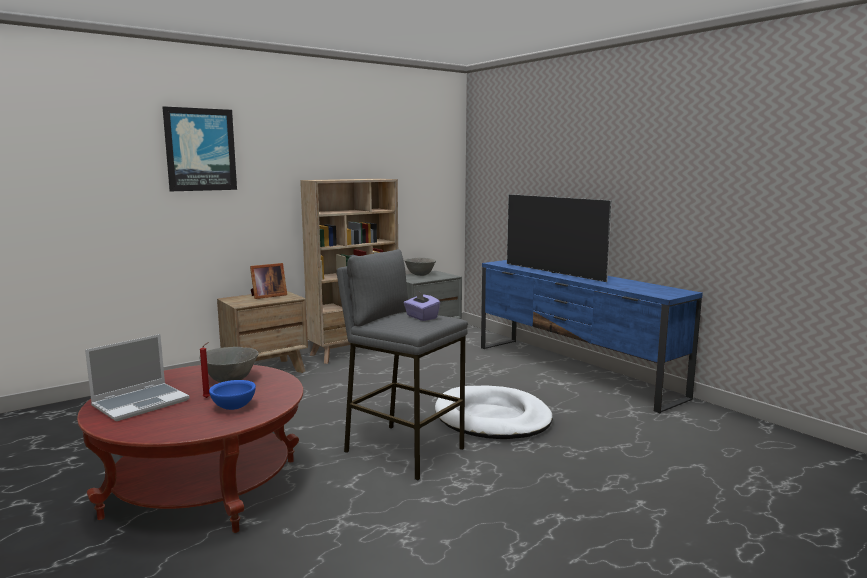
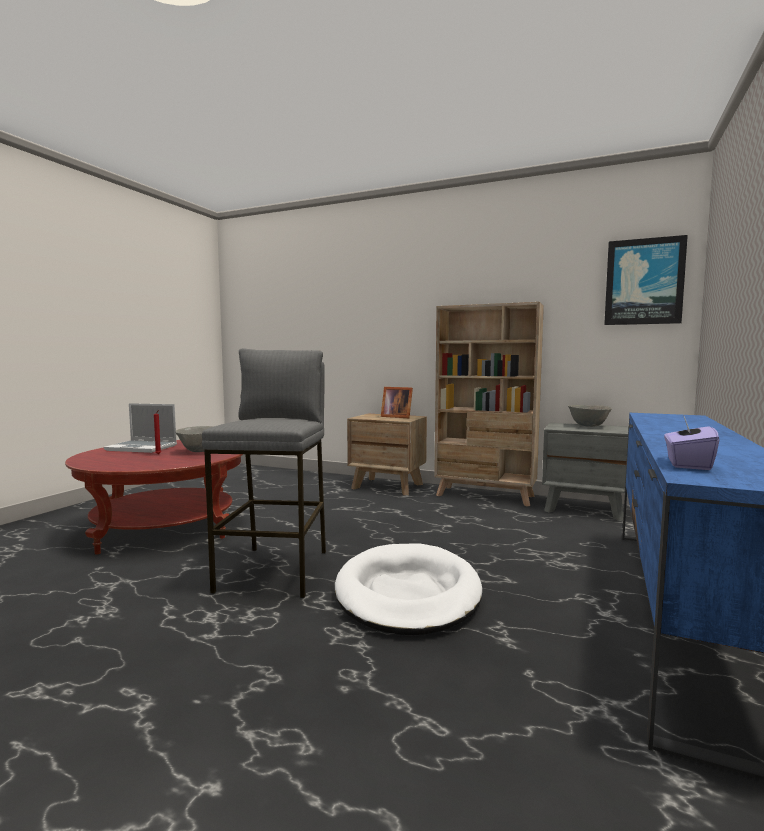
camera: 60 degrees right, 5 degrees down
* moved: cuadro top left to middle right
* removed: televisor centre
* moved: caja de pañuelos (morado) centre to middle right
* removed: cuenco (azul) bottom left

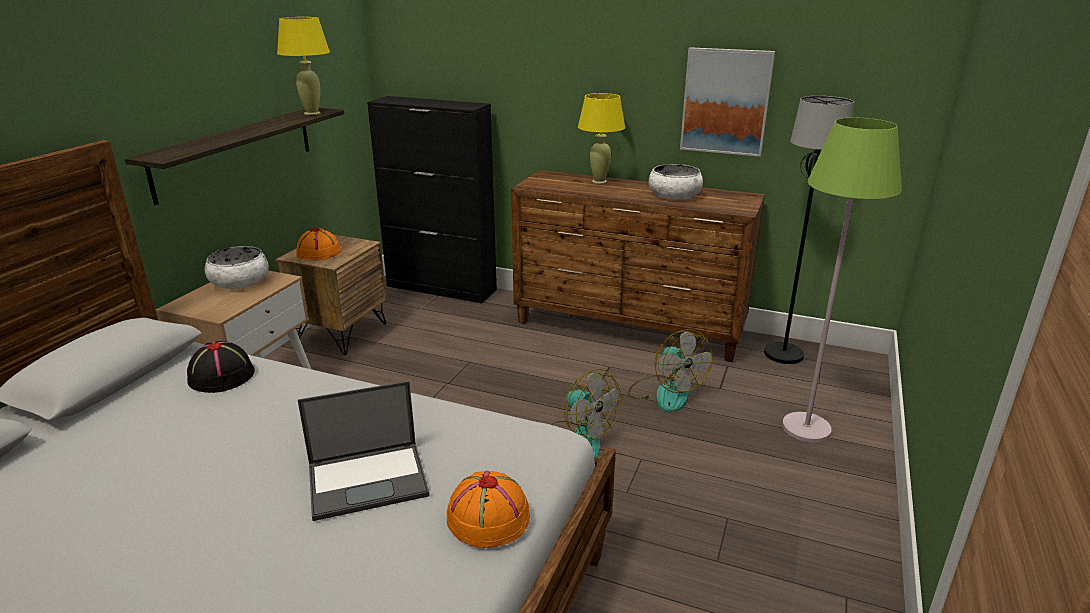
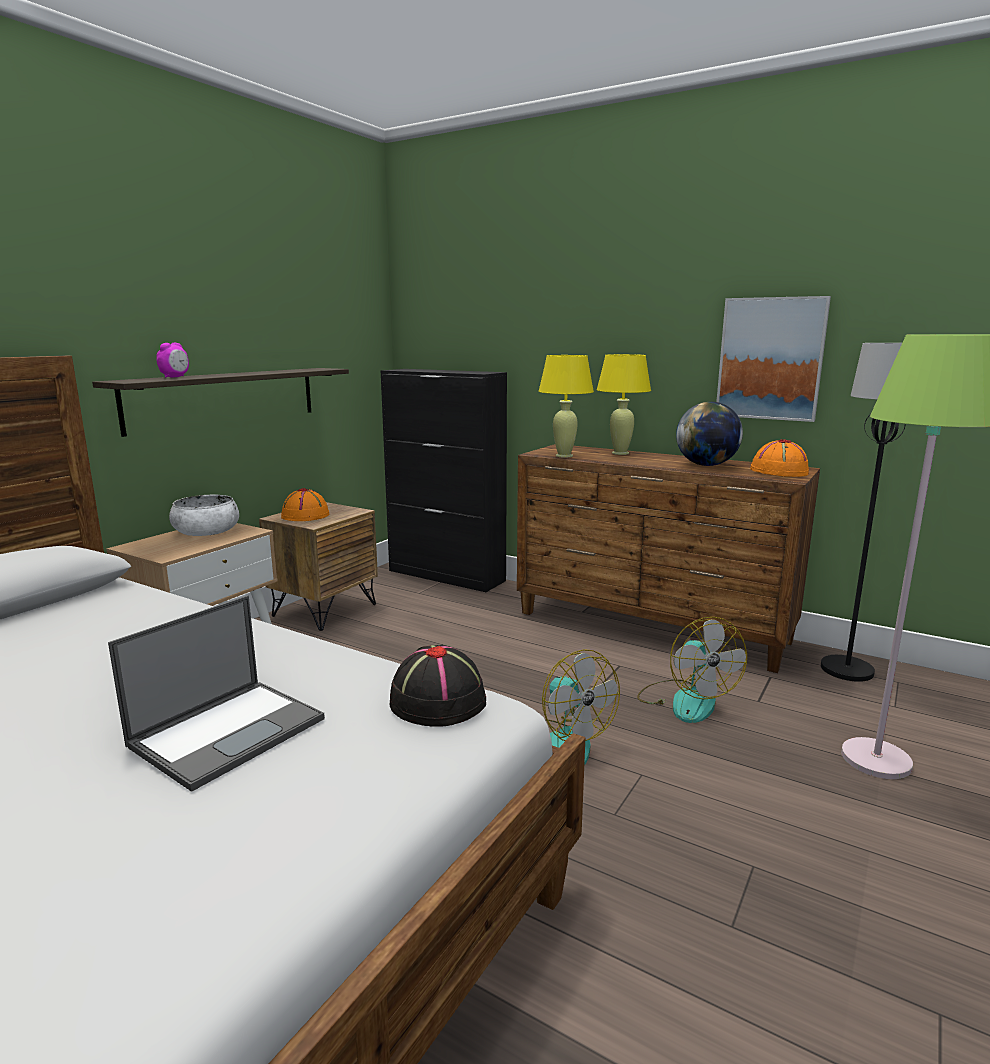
camera: 10 degrees right, 10 degrees down
* moved: lámpara de mesa (amarillo) (1st from left) top left to centre
* replaced: cuenco (blanco) (2nd from left) top centre to globo terráqueo middle right
* moved: sombrero (negro) middle left to centre
* turned: portátil bottom centre = middle left 45 degrees counterclockwise
* moved: sombrero (naranja) (2nd from left) bottom centre to middle right
* added: despertador middle left

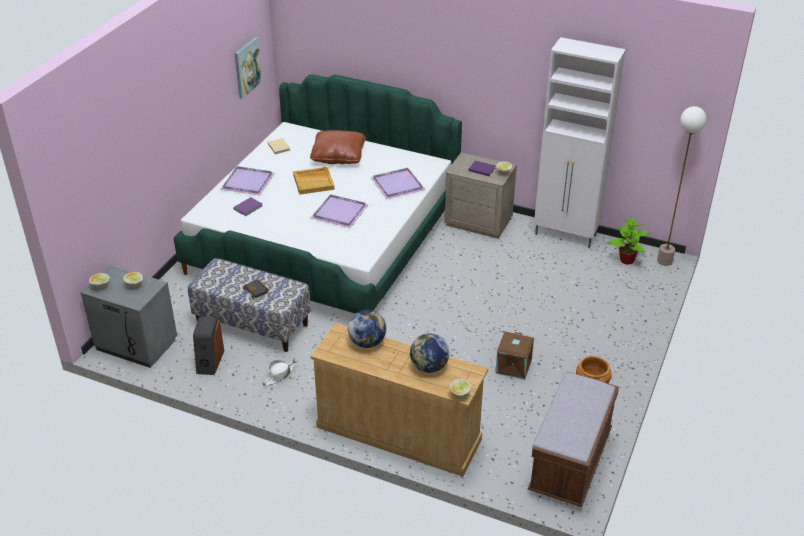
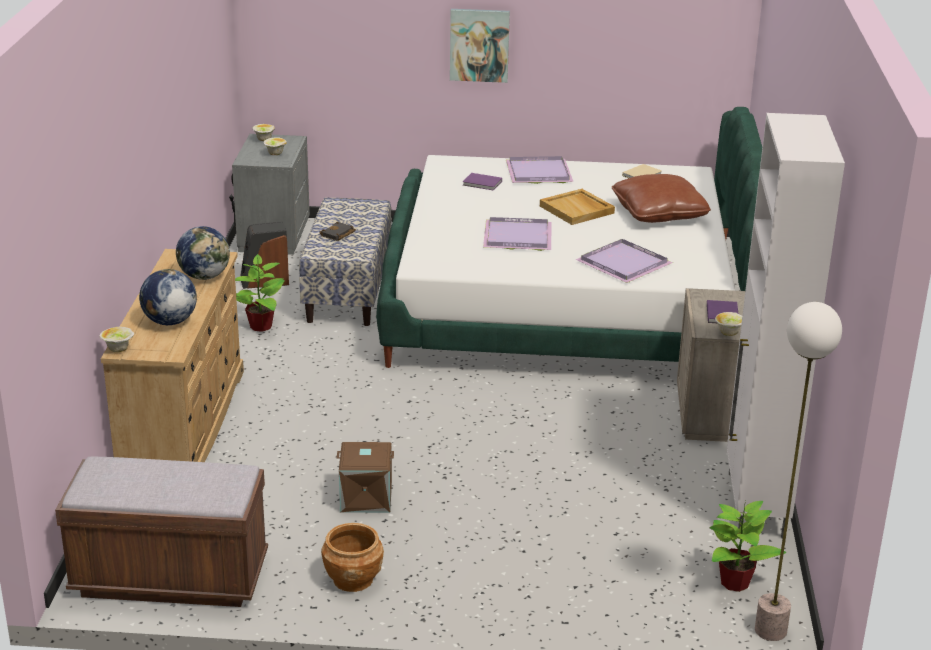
camera: 70 degrees right, 10 degrees down
* moved: cuadro top left to top centre
* replaced: sombrero (blanco) bottom centre to planta en maceta (1st from left) middle left

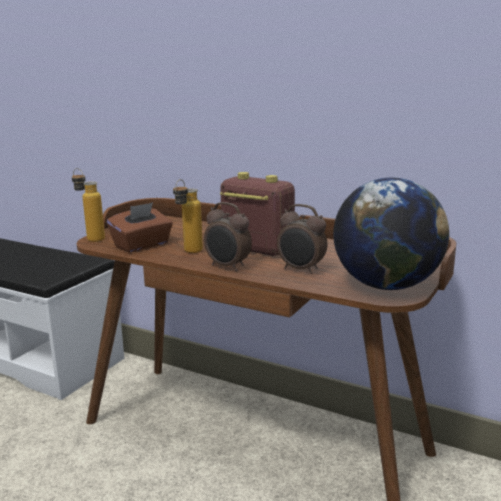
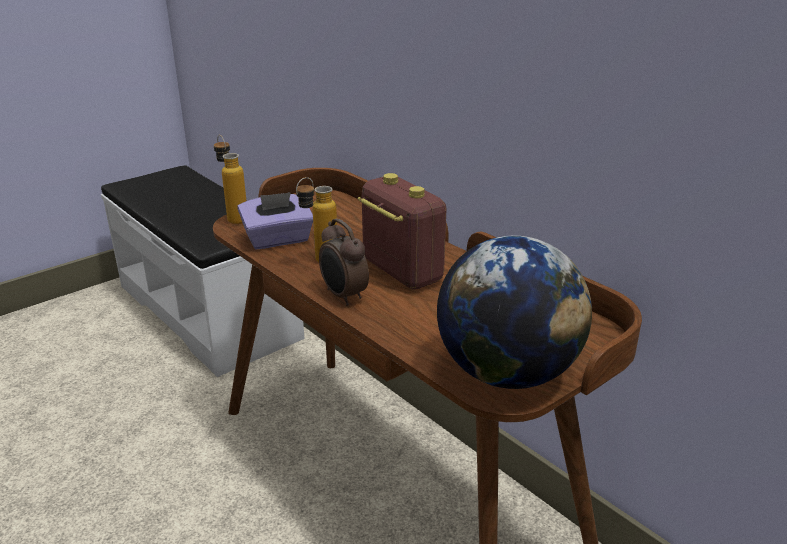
camera: 20 degrees right, 10 degrees up
* recoloured: caja de pañuelos (marrón) middle left to caja de pañuelos (morado) centre
* removed: despertador (2nd from left) centre

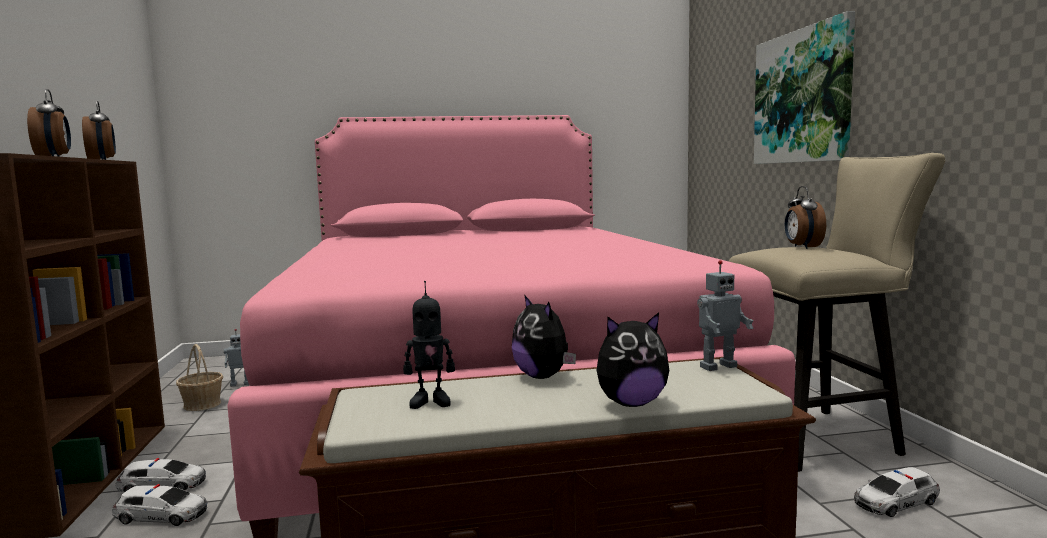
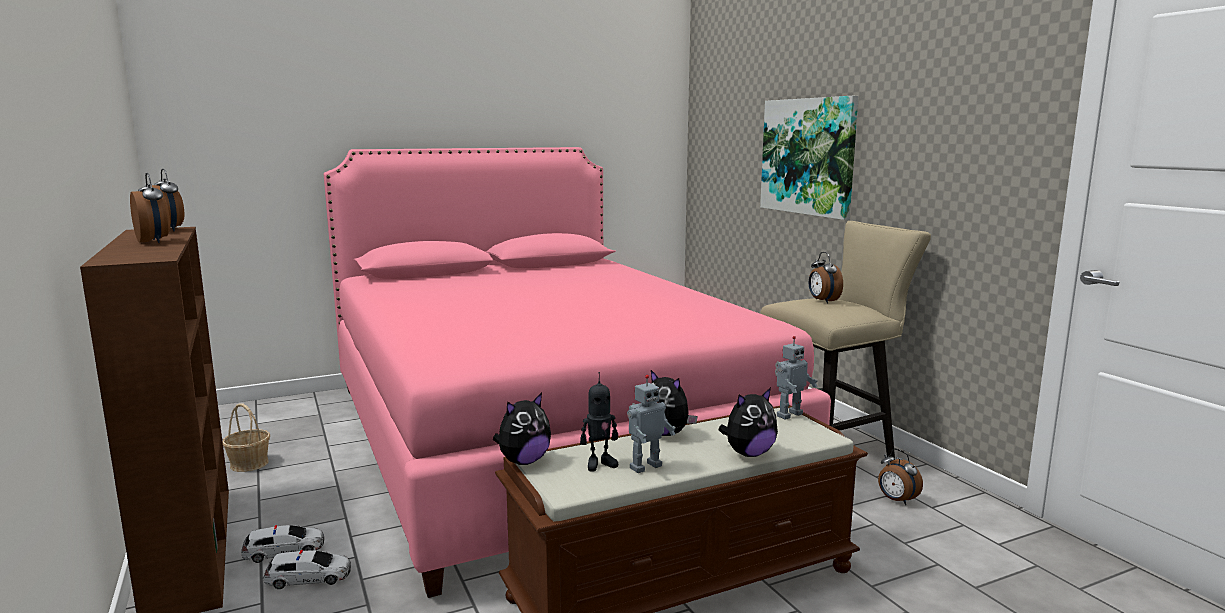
camera: 15 degrees left, 5 degrees up
* moved: robot de juguete (1st from left in the first image) middle left to robot de juguete (2nd from left) bottom centre
* replaced: coche de juguete (3rd from left) bottom right to despertador (4th from left) bottom right
* added: peluche (1st from left) bottom centre

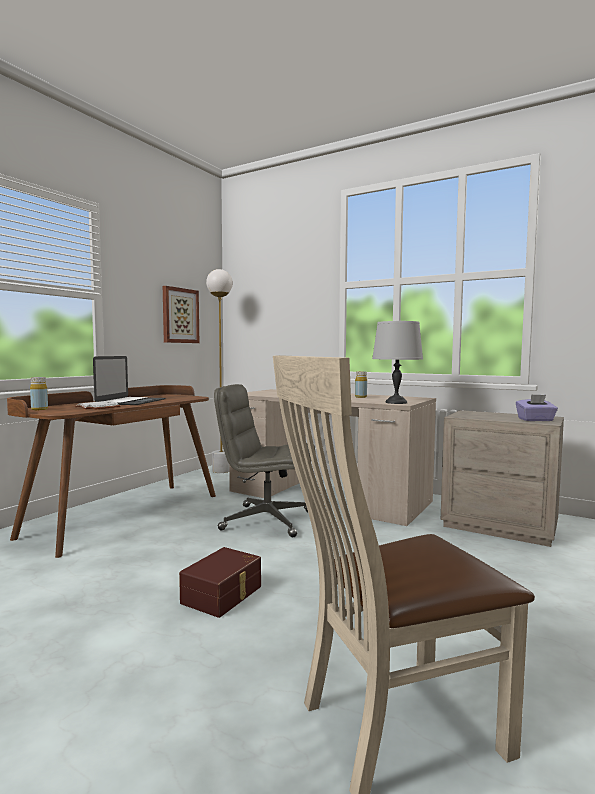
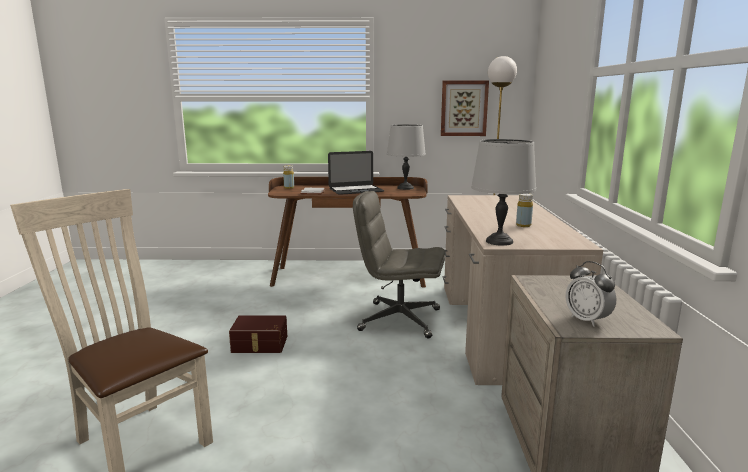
camera: 60 degrees right, 10 degrees up
* turned: silla de oficina (gris) centre = centre 60 degrees counterclockwise
* replaced: caja de pañuelos (morado) middle right to despertador middle right
* added: lámpara de mesa (gris) (1st from left) top centre

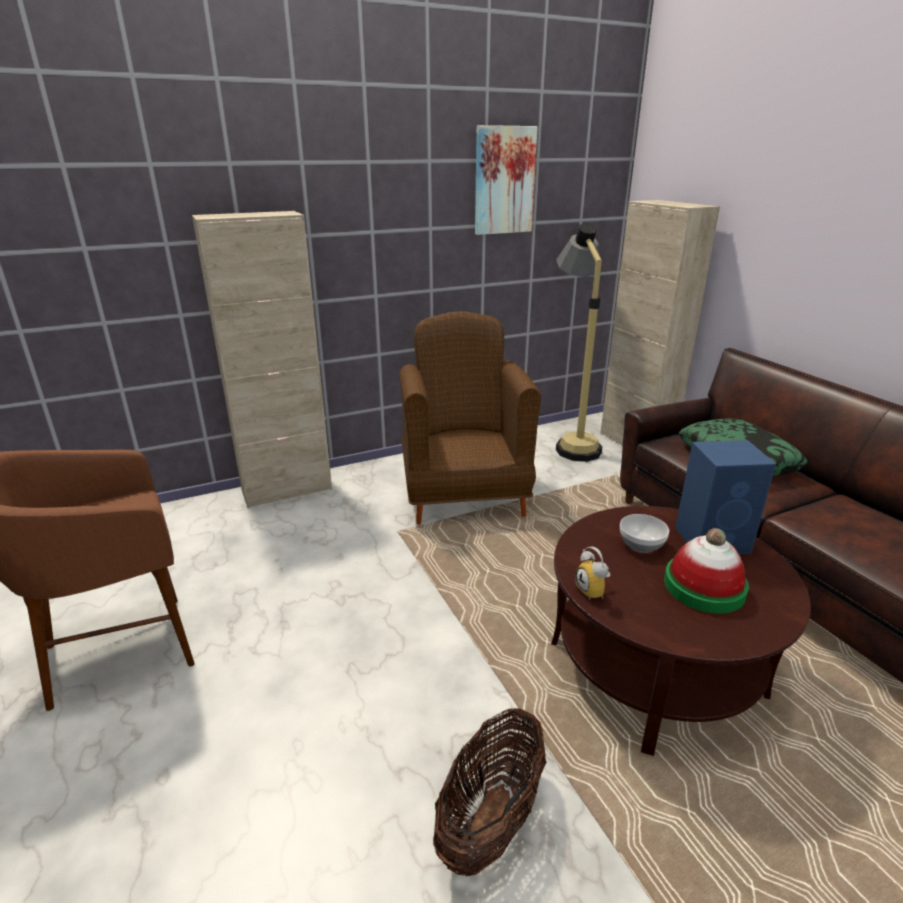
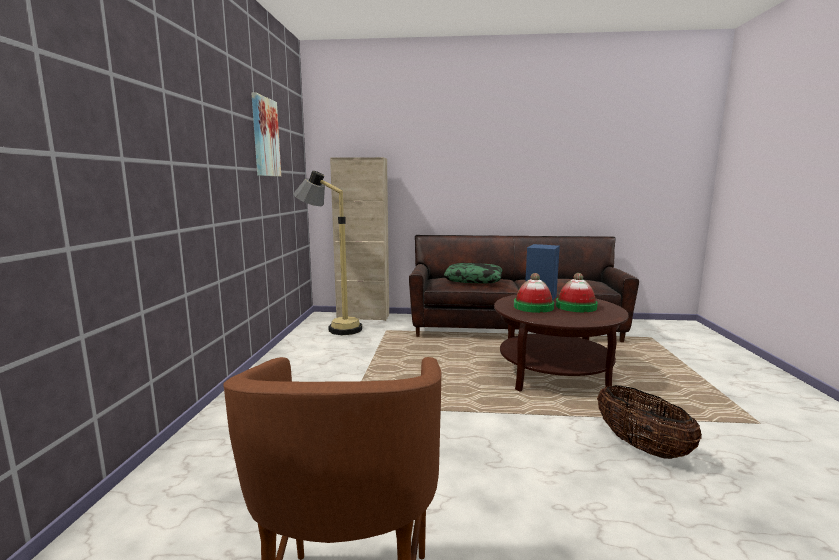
camera: 60 degrees left, 15 degrees down
* removed: armario (beis) (1st from left) middle left
* removed: sillón (marrón) centre
* replaced: cuenco middle right to sombrero (1st from left) centre
* removed: despertador centre

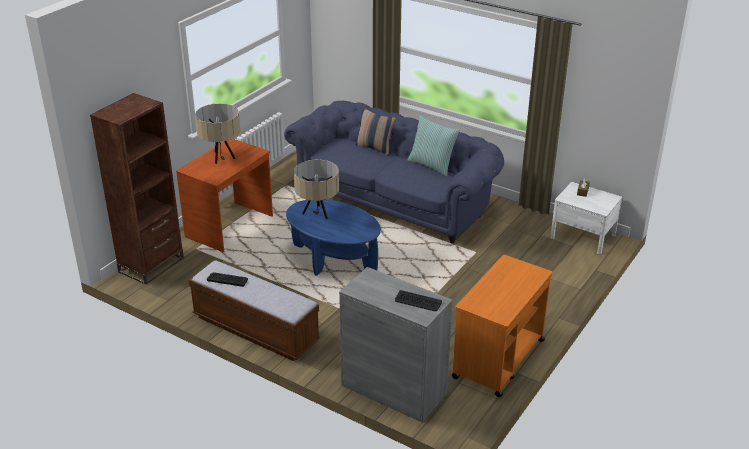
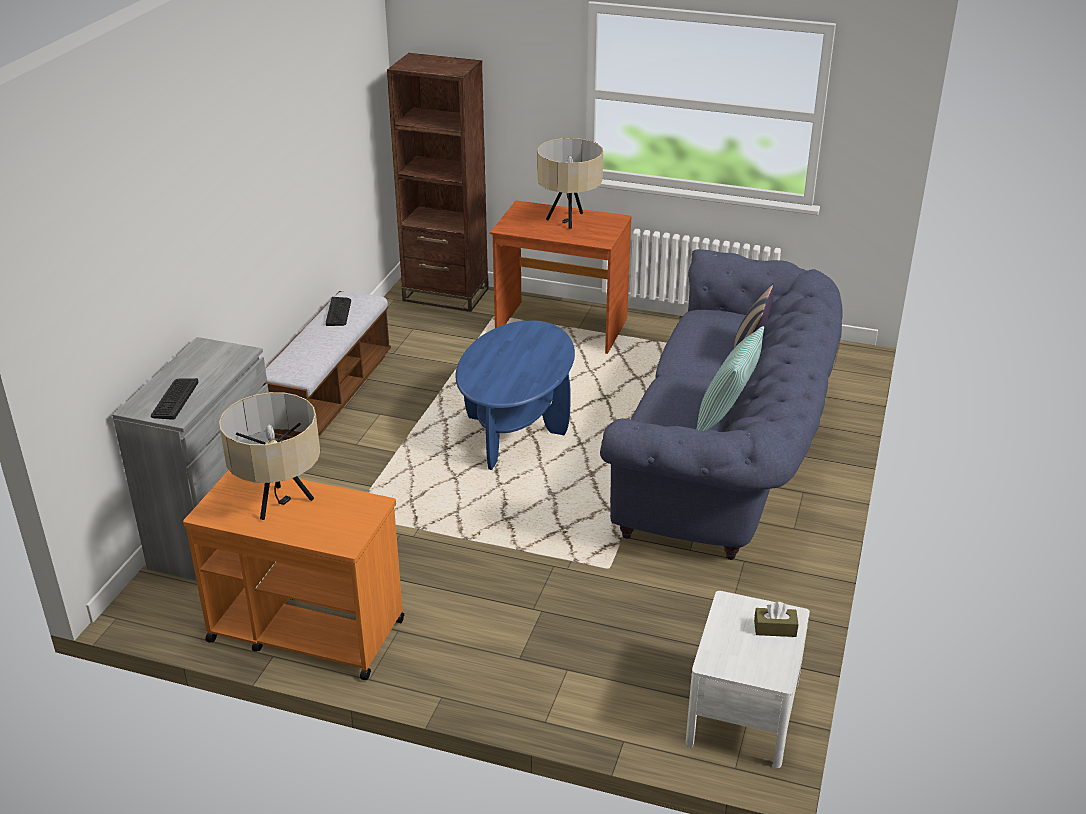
camera: 75 degrees right, 0 degrees up
* moved: lámpara de mesa (beis) (2nd from left in the first image) centre to lámpara de mesa (beis) (1st from left) middle left

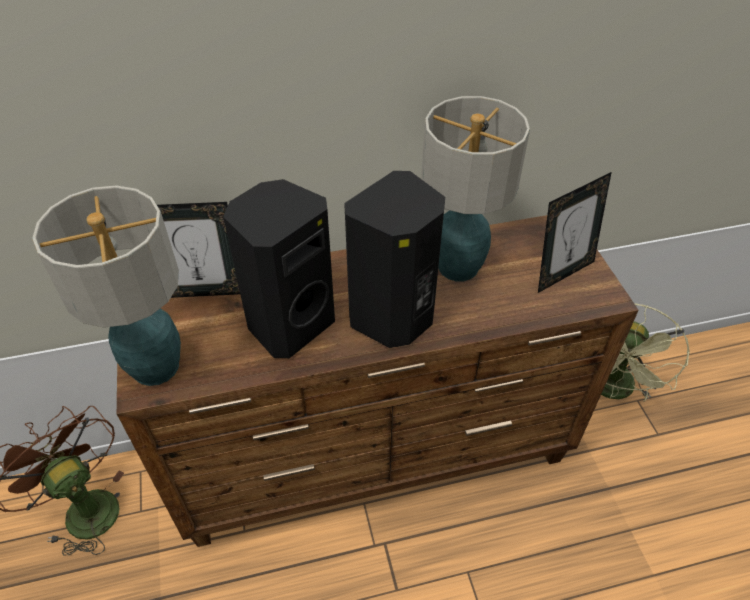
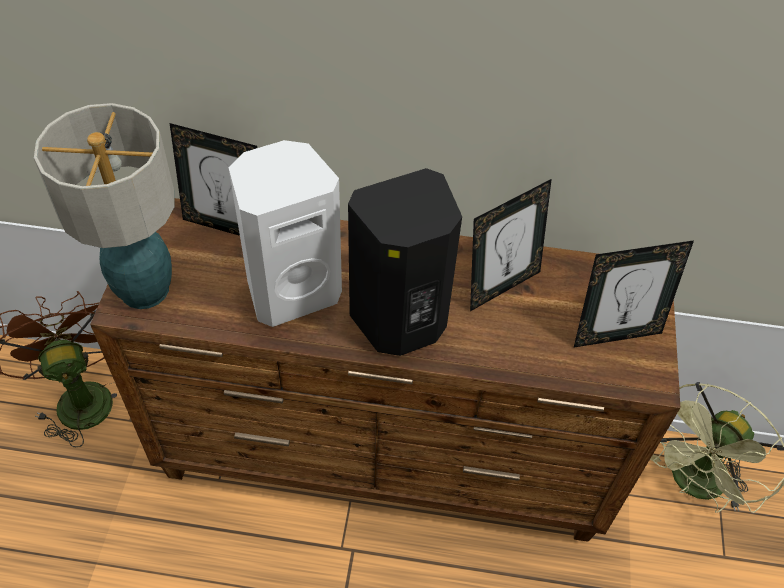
camera: 20 degrees right, 5 degrees up
* replaced: lámpara de mesa (2nd from left) top centre to portarretratos (2nd from left) centre
* recoloured: altavoz (negro) (1st from left) centre to altavoz (blanco) centre

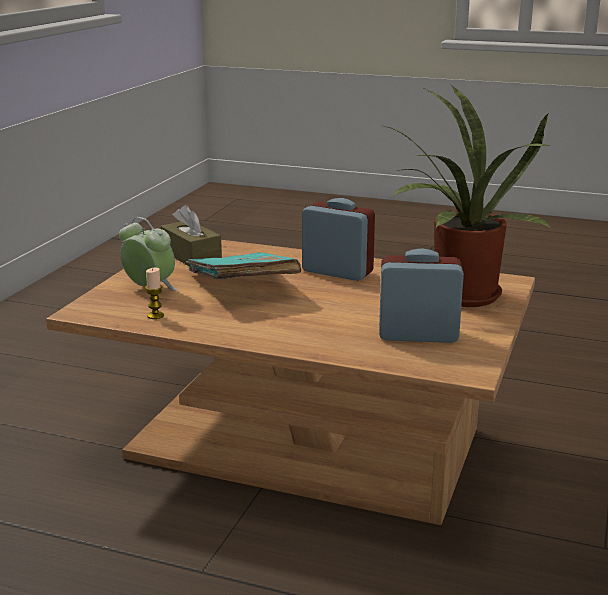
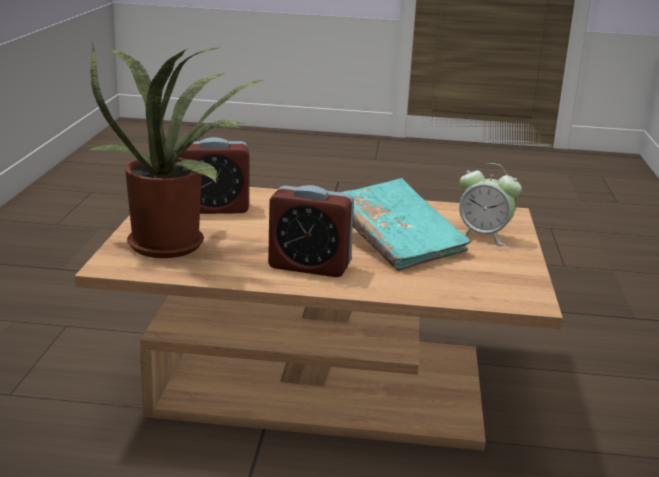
camera: 165 degrees right, 0 degrees up
* removed: caja de pañuelos (marrón) middle left
* removed: vela middle left

